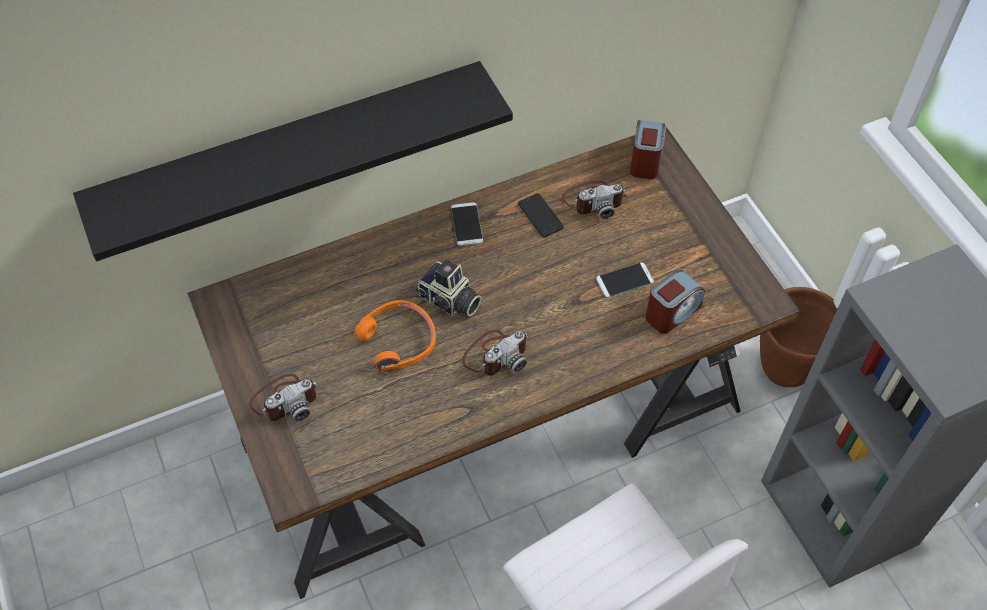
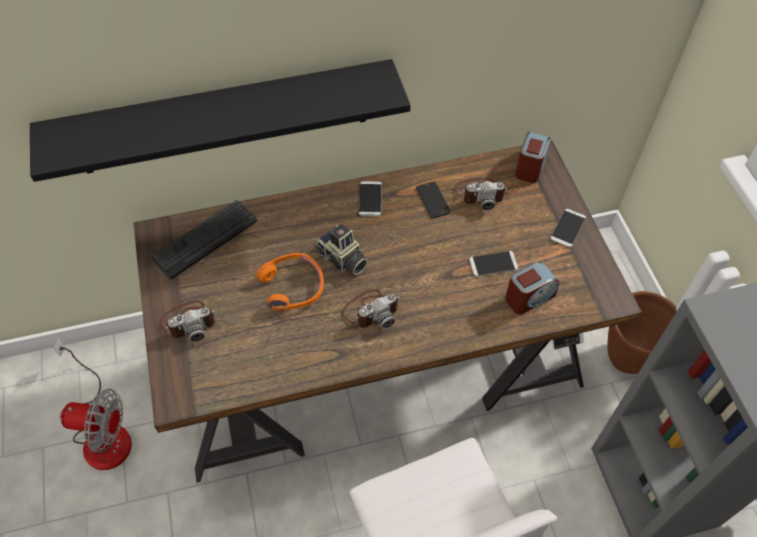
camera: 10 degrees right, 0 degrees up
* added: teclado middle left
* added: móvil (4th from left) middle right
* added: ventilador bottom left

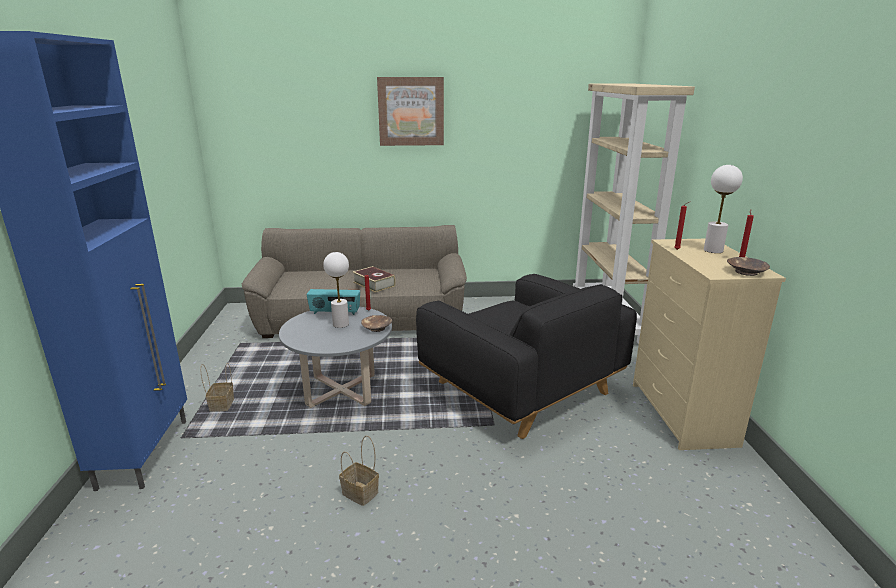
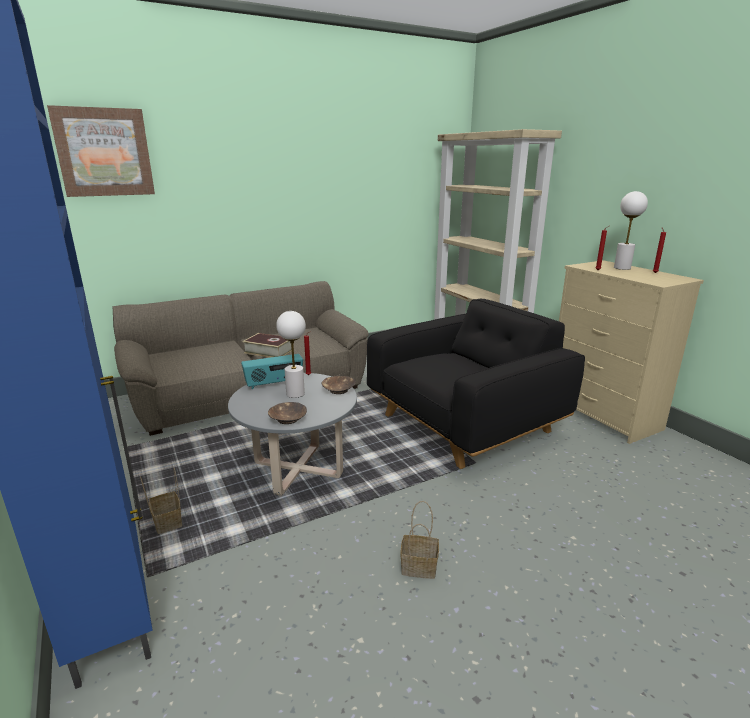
camera: 25 degrees left, 0 degrees up
* moved: cuadro top centre to top left
* moved: cuenco (marrón) (2nd from left in the first image) middle right to cuenco (marrón) (1st from left) centre
* turned: sillón (negro) centre = centre 60 degrees counterclockwise

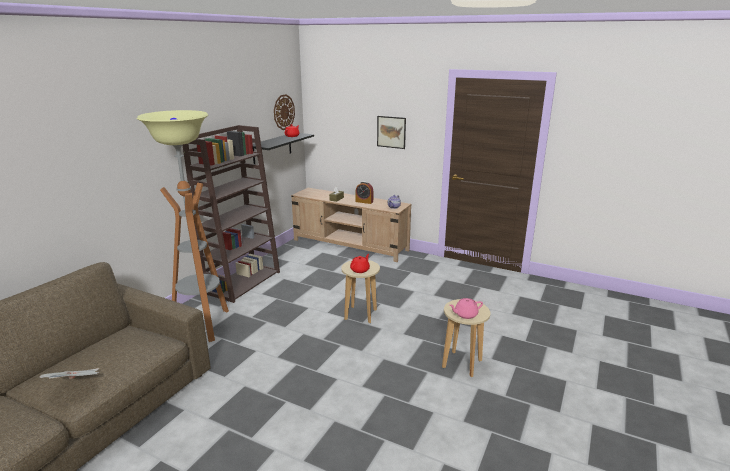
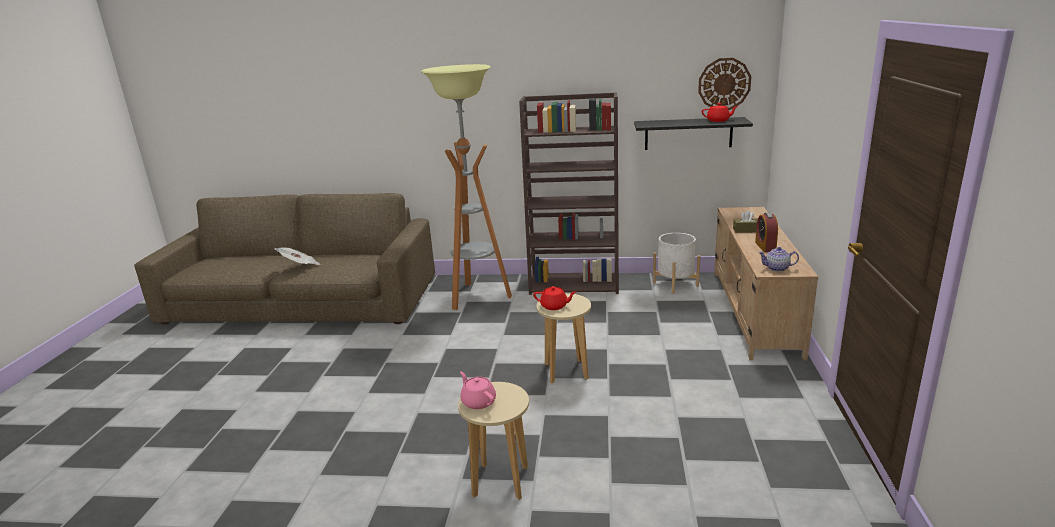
camera: 70 degrees right, 0 degrees up
* removed: cuadro top centre
* added: maceta (blanco) centre

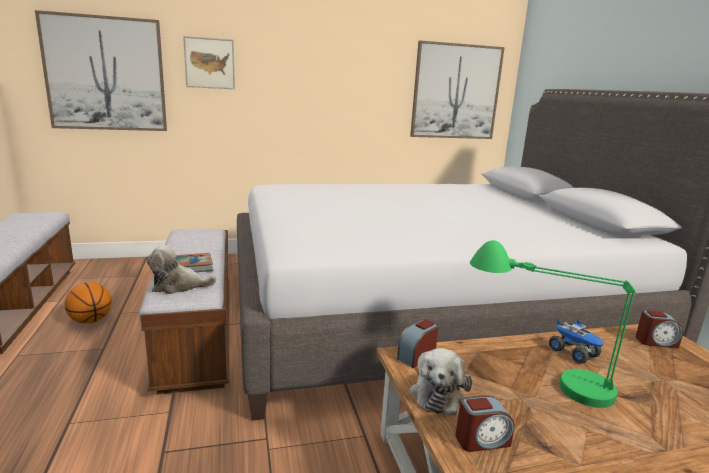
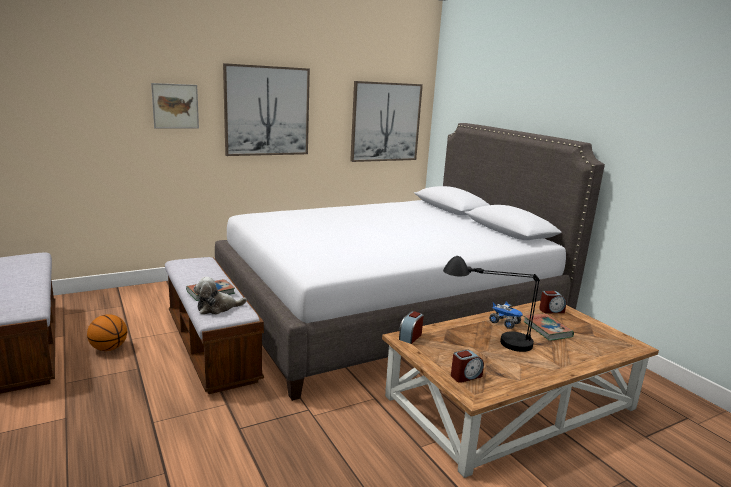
camera: 15 degrees left, 0 degrees up
* moved: cuadro (1st from left in the first image) top left to cuadro (2nd from left) top centre
* recoloured: lámpara de mesa (verde) bottom right to lámpara de mesa (negro) middle right
* removed: peluche (2nd from left) bottom centre
* added: libro (2nd from left) bottom right

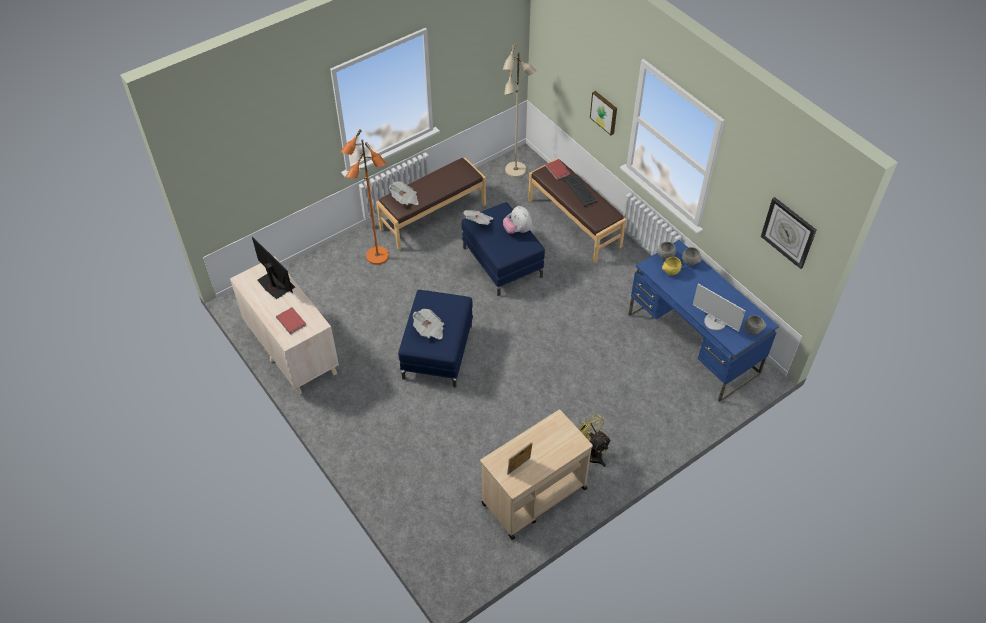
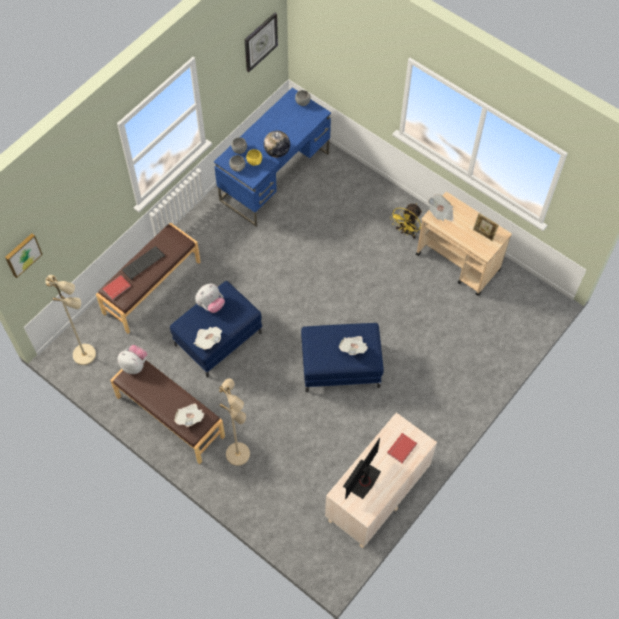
camera: 105 degrees left, 10 degrees up
* moved: cuadro top centre to middle left
* recoloured: lámpara de pie (naranja) top centre to lámpara de pie (beis) (2nd from left) bottom centre
* removed: monitor (2nd from left) middle right
* added: globo terráqueo top centre
* added: periódico (4th from left) middle right
* added: peluche (1st from left) middle left

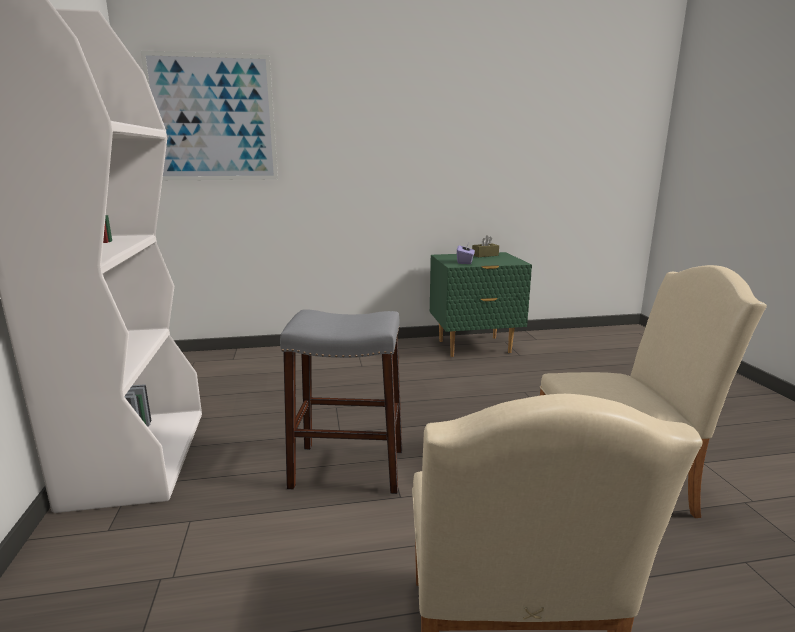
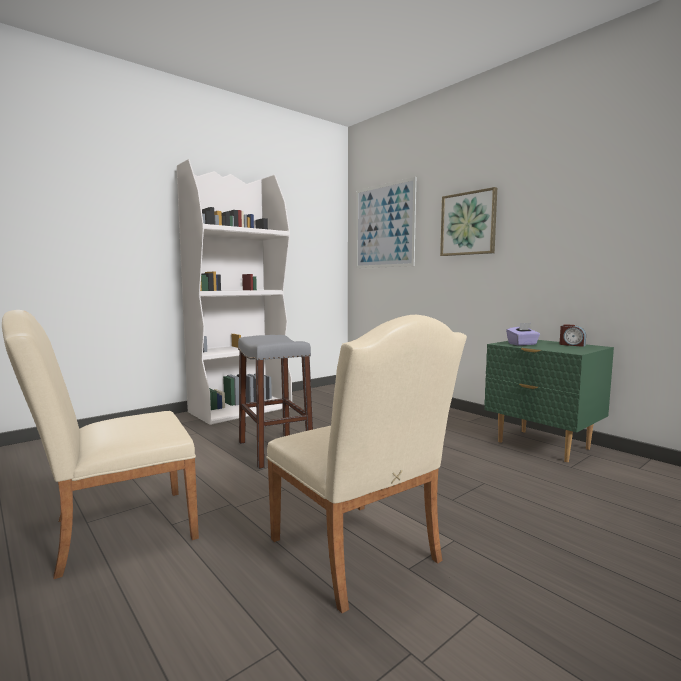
camera: 60 degrees right, 10 degrees down
* replaced: caja de pañuelos (marrón) centre to despertador middle right
* added: cuadro (2nd from left) top right

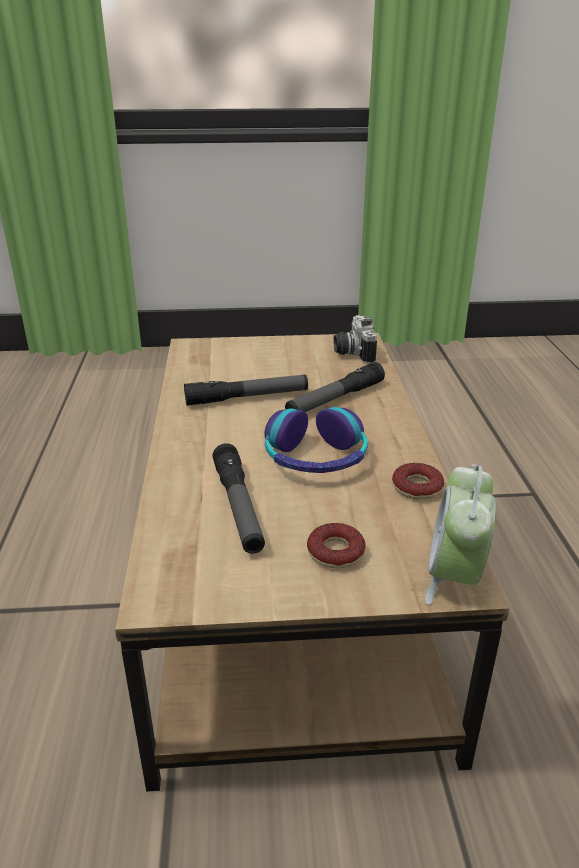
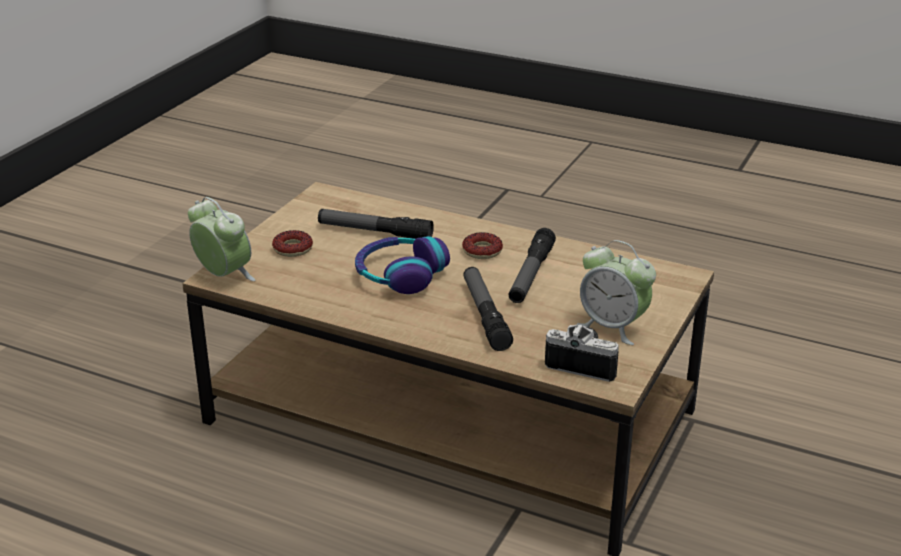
camera: 120 degrees right, 0 degrees up
* moved: rosquilla (2nd from left) middle right to centre
* added: despertador (2nd from left) middle right

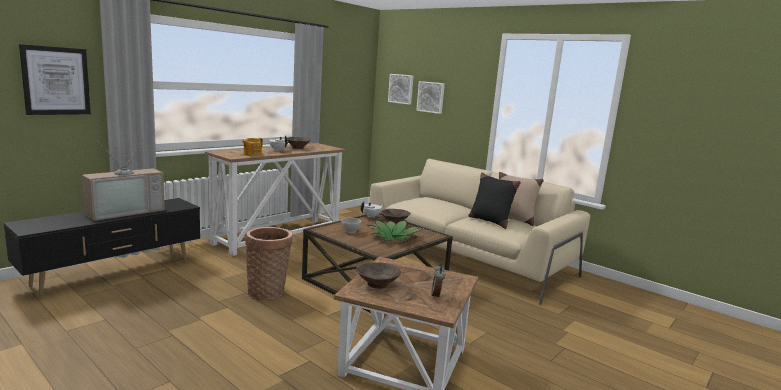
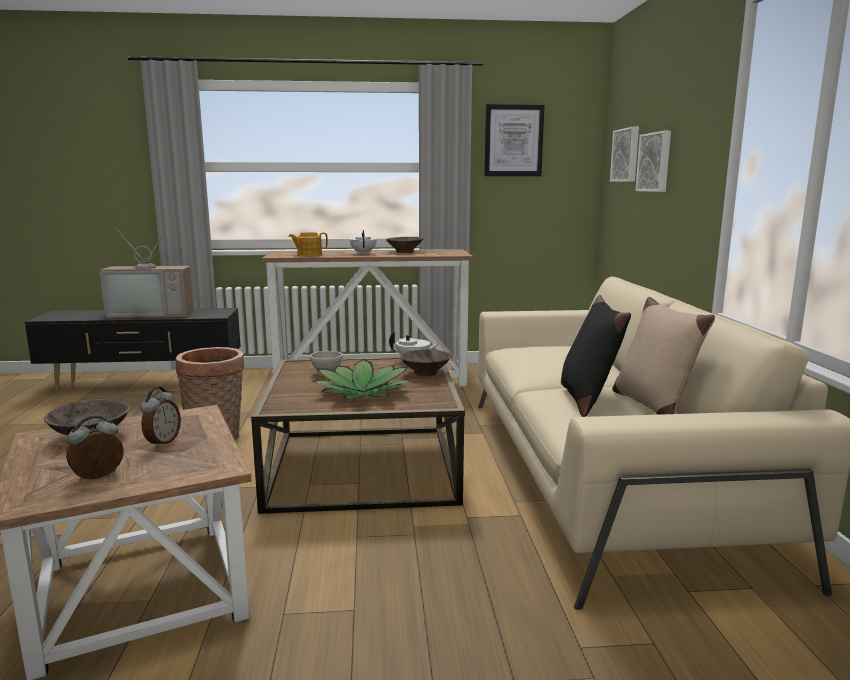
camera: 45 degrees right, 0 degrees up
* moved: cuadro (1st from left) top left to top centre
* added: despertador (2nd from left) middle left

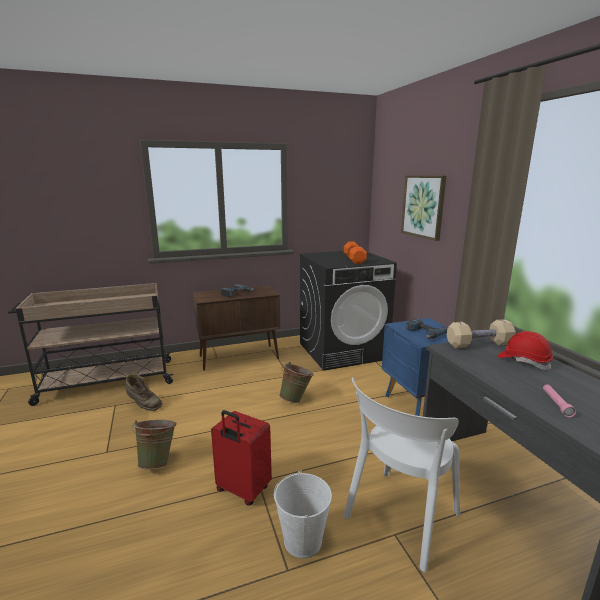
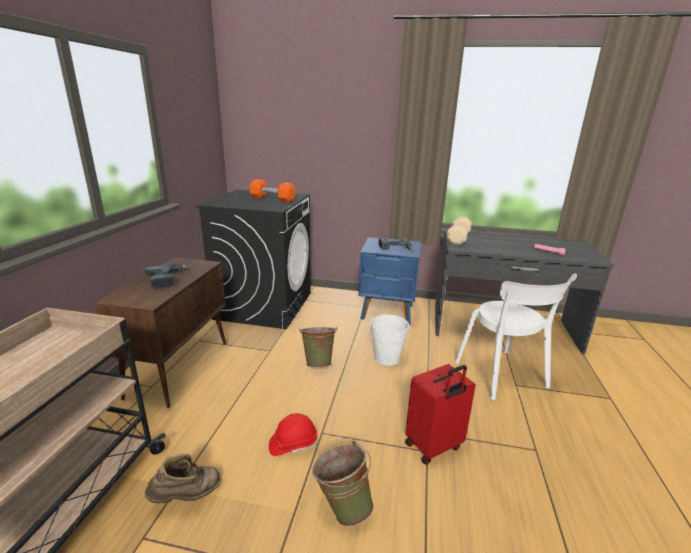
camera: 60 degrees left, 5 degrees up
* removed: cuadro middle right
* moved: casco (rojo) middle right to bottom centre
* moved: cubo (blanco) bottom centre to centre

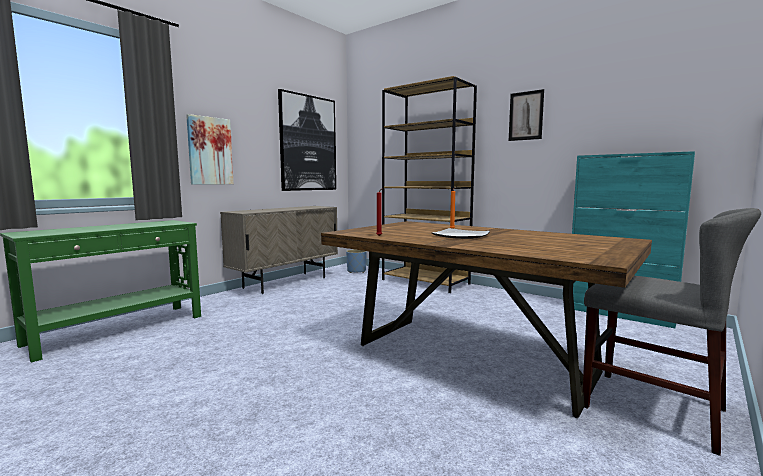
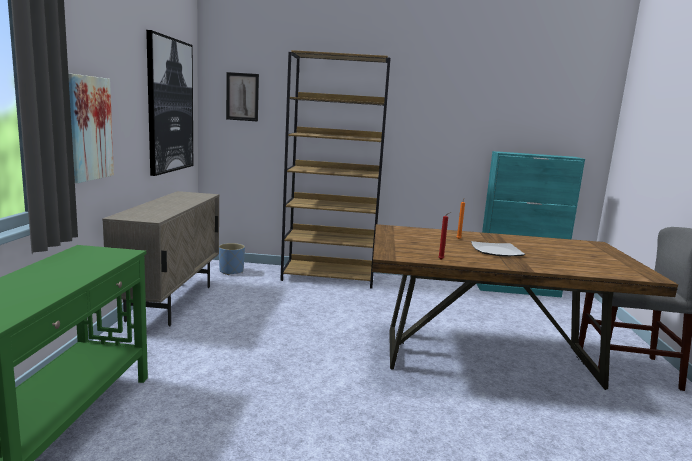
camera: 35 degrees left, 5 degrees up
* moved: cuadro (3rd from left) top right to top centre

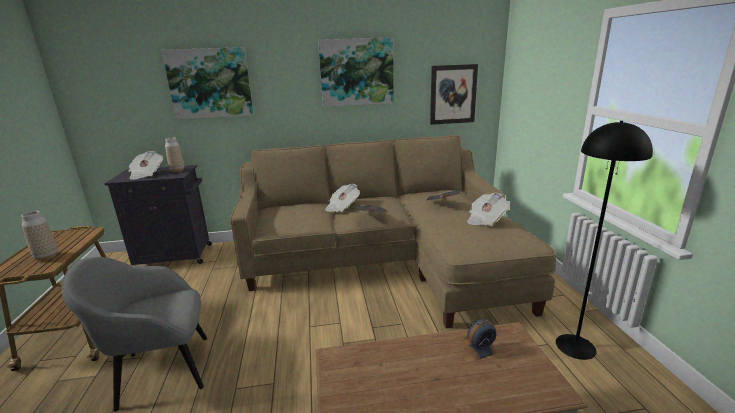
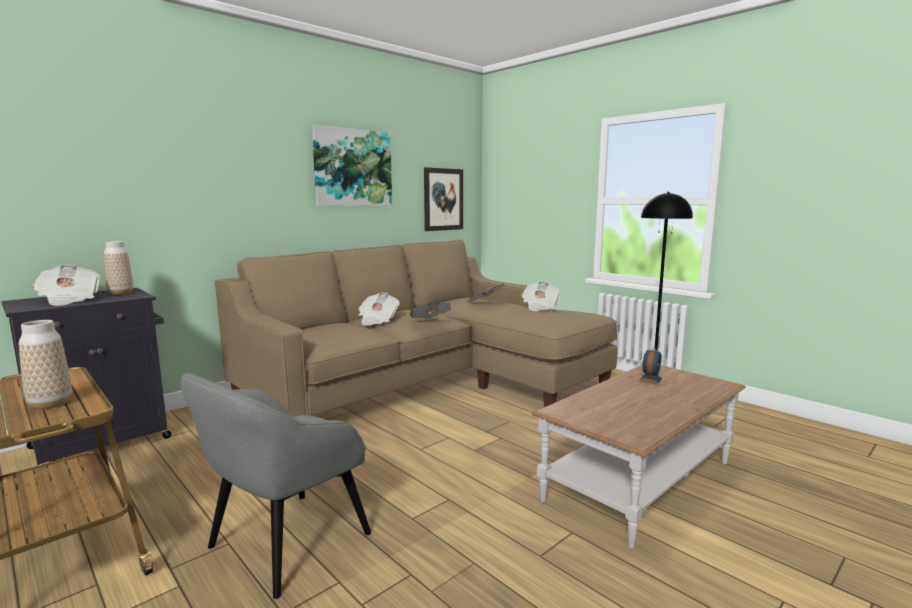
camera: 35 degrees left, 10 degrees down
* removed: cuadro (1st from left) top left

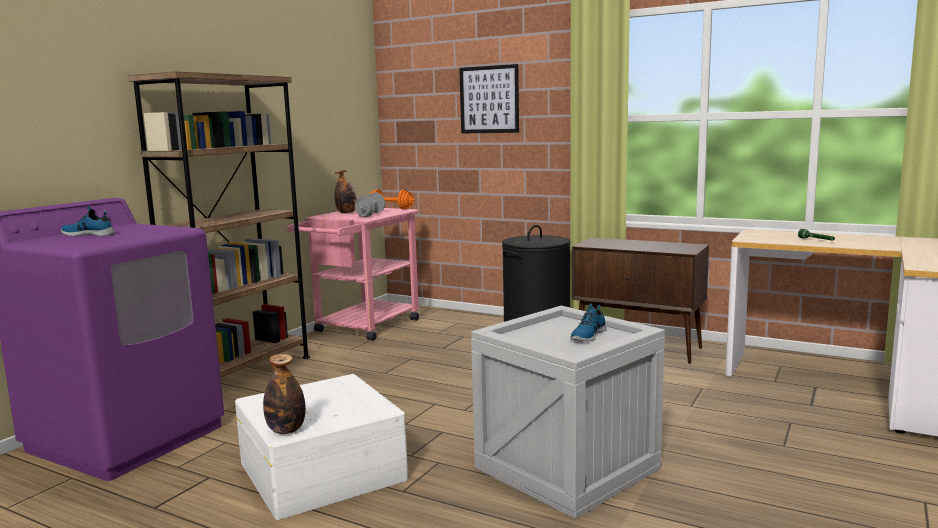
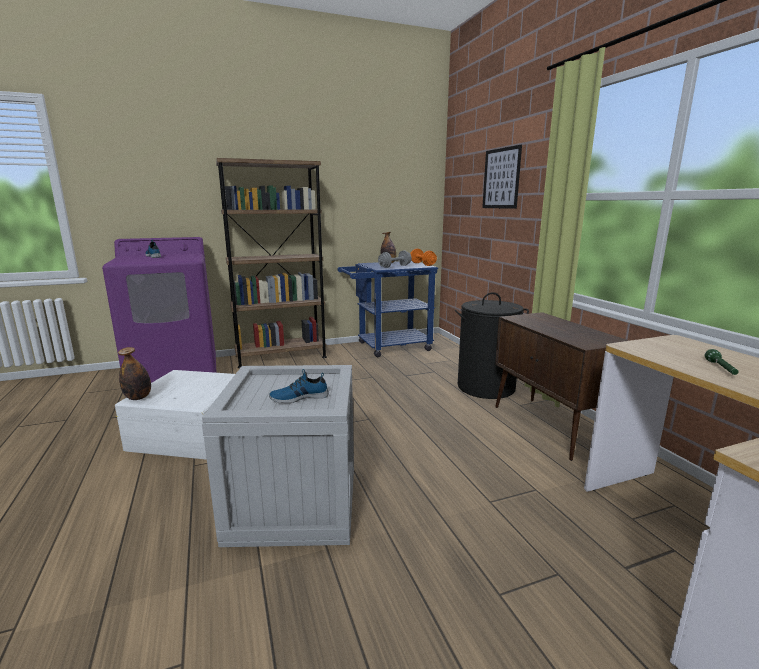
camera: 40 degrees right, 5 degrees up
* recoloured: carrito (rosa) centre to carrito (azul) centre

